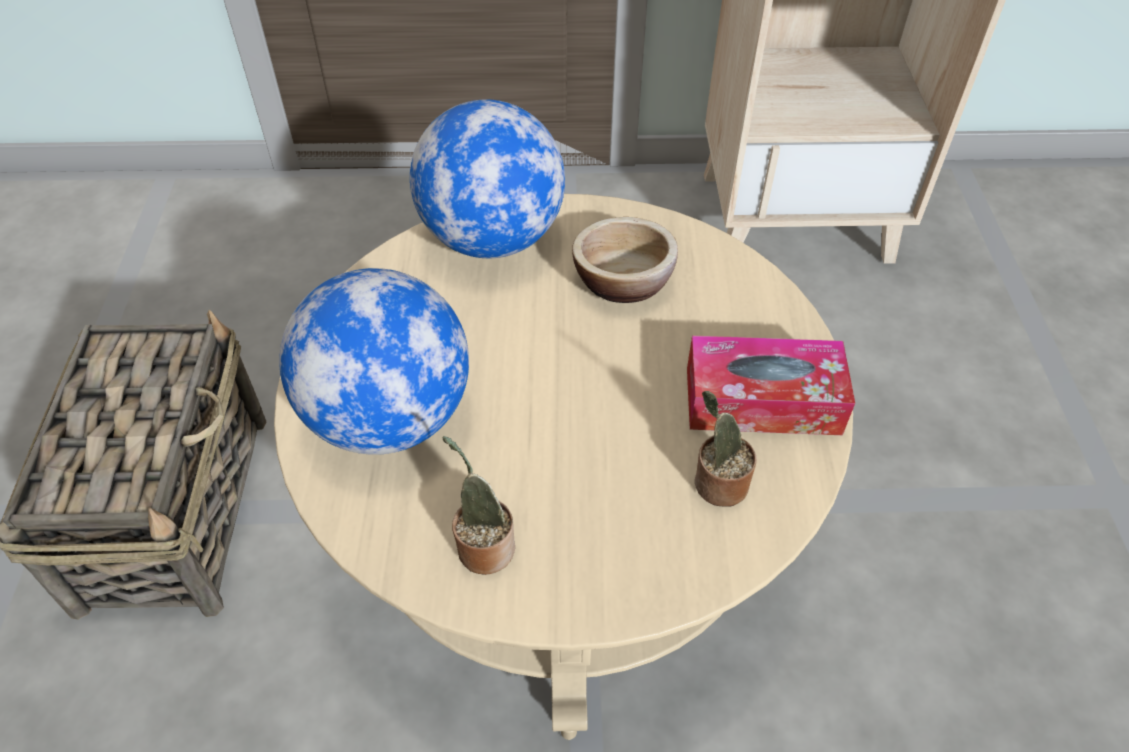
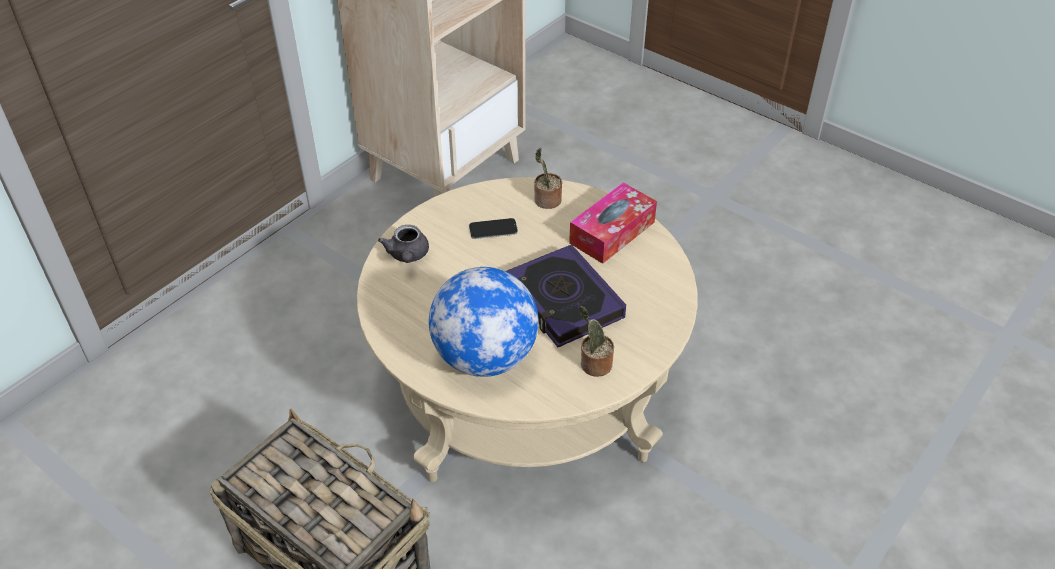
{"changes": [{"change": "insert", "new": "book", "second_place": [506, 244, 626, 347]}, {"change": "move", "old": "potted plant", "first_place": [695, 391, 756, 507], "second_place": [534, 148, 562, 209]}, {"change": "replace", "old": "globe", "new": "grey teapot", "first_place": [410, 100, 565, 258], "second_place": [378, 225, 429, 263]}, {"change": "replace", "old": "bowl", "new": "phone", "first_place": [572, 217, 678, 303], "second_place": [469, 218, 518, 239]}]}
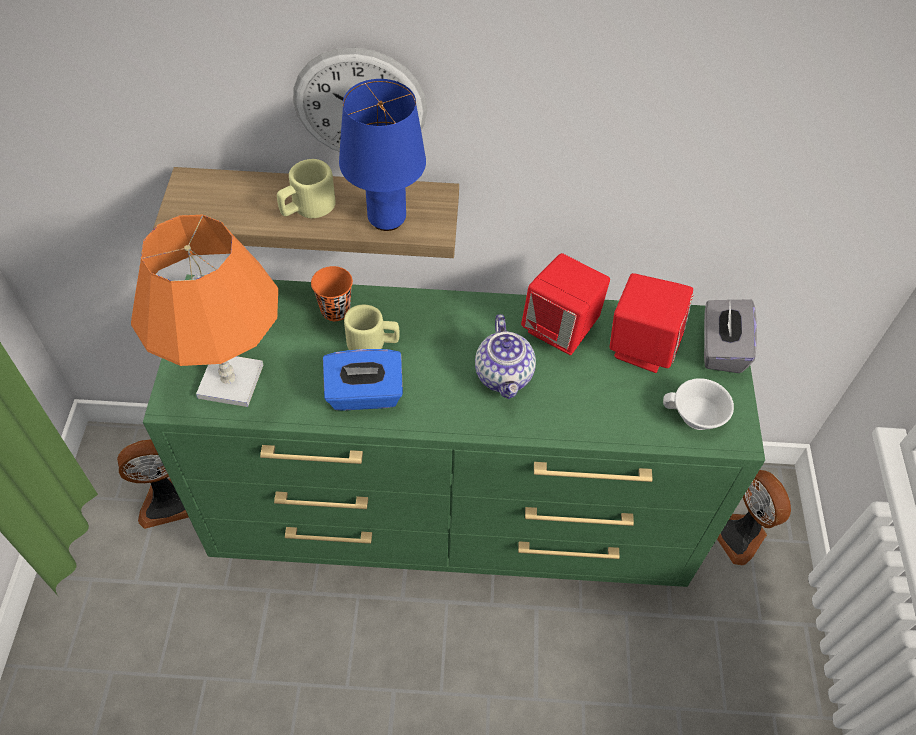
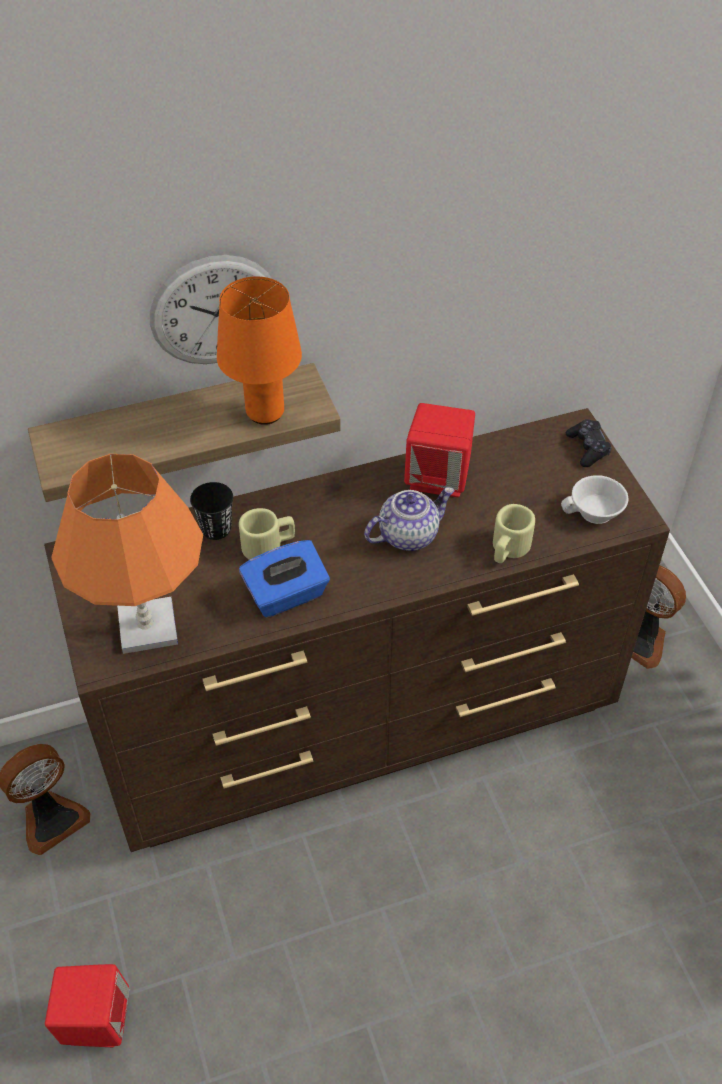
{"changes": [{"change": "move", "old": "beige mug", "first_place": [277, 159, 336, 218], "second_place": [493, 504, 535, 563]}, {"change": "move", "old": "red speaker", "first_place": [610, 273, 694, 373], "second_place": [45, 964, 129, 1047]}, {"change": "replace", "old": "grey tissue box", "new": "black game controller", "first_place": [704, 299, 757, 373], "second_place": [566, 419, 612, 467]}, {"change": "recolor", "old": "green dresser", "new": "brown dresser", "first_place": [143, 275, 765, 587], "second_place": [44, 408, 670, 852]}, {"change": "recolor", "old": "orange cup", "new": "black cup", "first_place": [311, 266, 353, 321], "second_place": [190, 482, 233, 540]}, {"change": "recolor", "old": "blue table lamp", "new": "orange table lamp", "first_place": [339, 79, 426, 231], "second_place": [217, 276, 302, 425]}, {"change": "rotate", "old": "teapot", "first_place": [475, 314, 536, 399], "second_place": [364, 487, 455, 551], "degrees": -90}]}
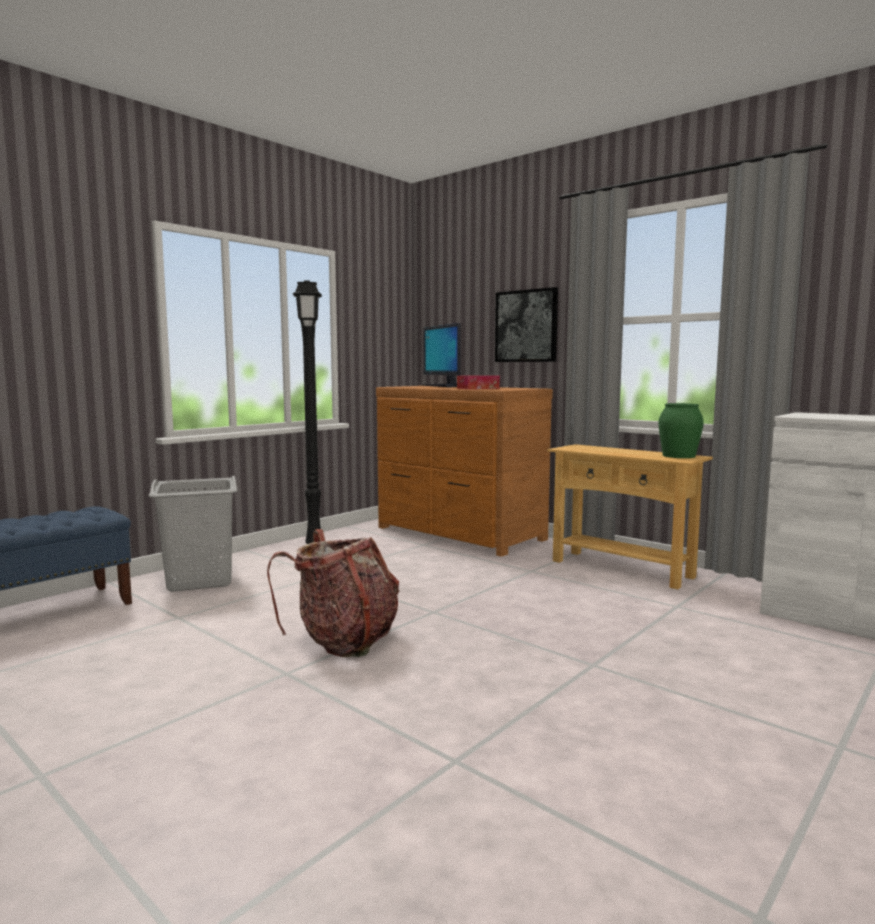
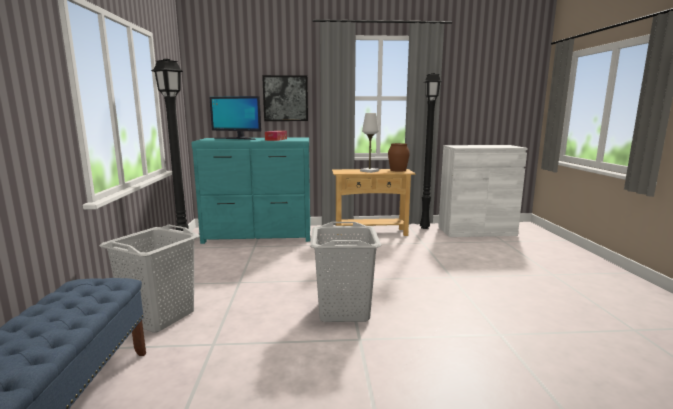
{"changes": [{"change": "insert", "new": "white table lamp", "second_place": [360, 113, 379, 173]}, {"change": "insert", "new": "black floor lamp", "second_place": [420, 73, 442, 229]}, {"change": "replace", "old": "backpack", "new": "grey laundry basket", "first_place": [267, 529, 400, 657], "second_place": [310, 222, 381, 322]}, {"change": "recolor", "old": "brown dresser", "new": "turquoise dresser", "first_place": [376, 386, 553, 557], "second_place": [191, 138, 310, 244]}, {"change": "recolor", "old": "green vase", "new": "brown vase", "first_place": [659, 403, 704, 458], "second_place": [388, 143, 410, 172]}]}
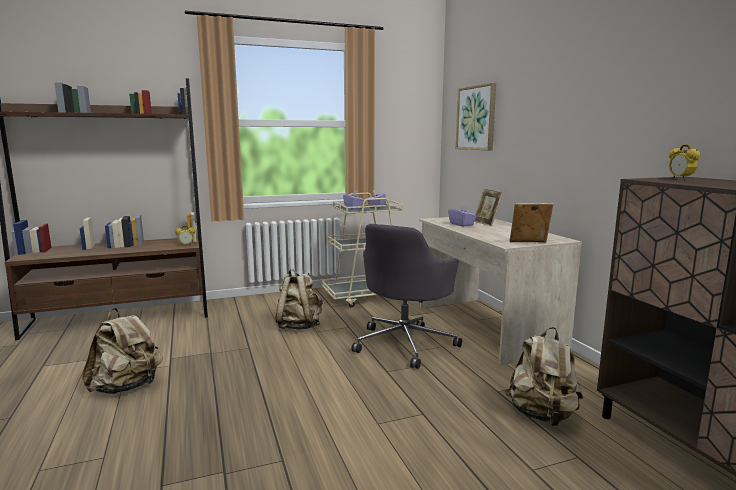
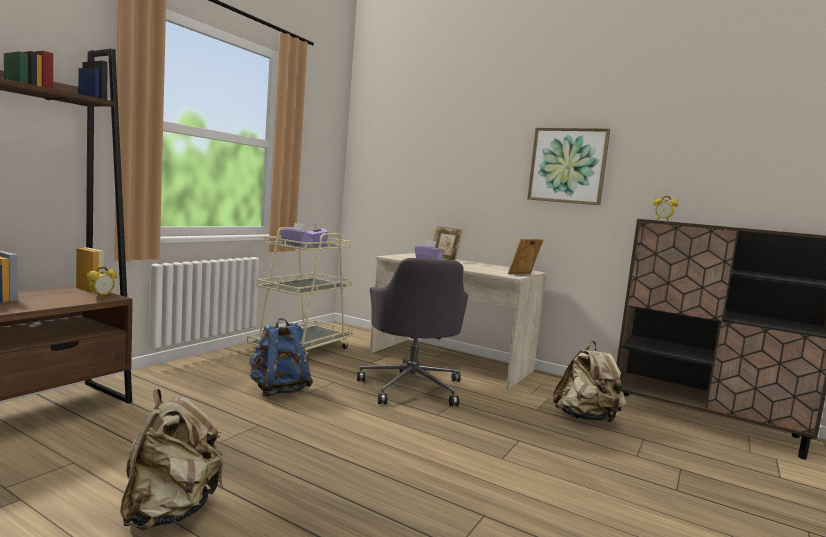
{"changes": [{"change": "move", "old": "picture", "first_place": [456, 83, 496, 150], "second_place": [527, 128, 610, 205]}, {"change": "recolor", "old": "beige backpack", "new": "blue backpack", "first_place": [275, 269, 323, 330], "second_place": [249, 318, 313, 396]}]}
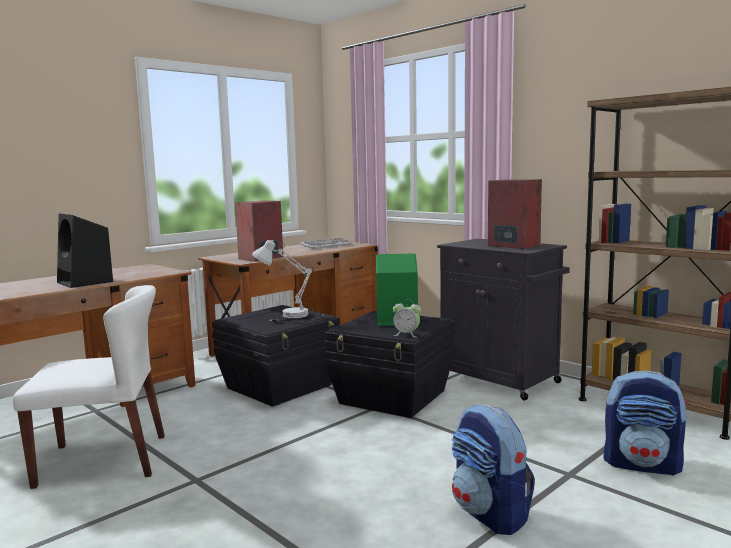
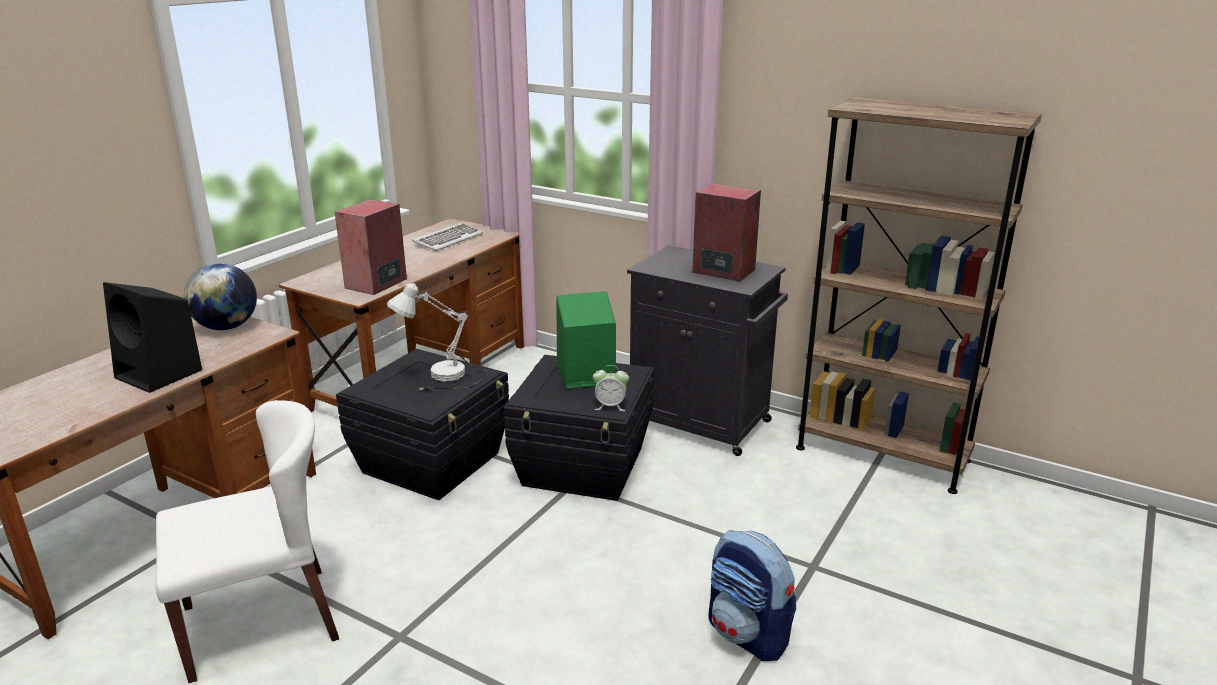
{"changes": [{"change": "delete", "old": "backpack", "first_place": [603, 371, 688, 476]}, {"change": "insert", "new": "globe", "second_place": [184, 263, 257, 330]}]}
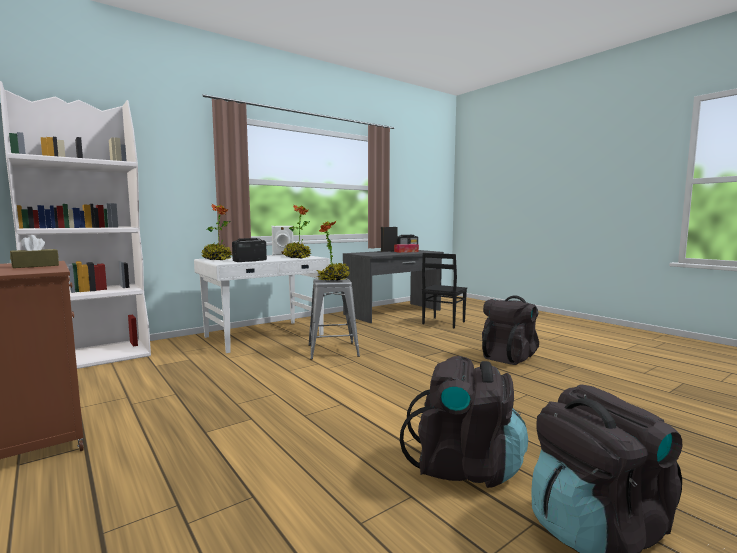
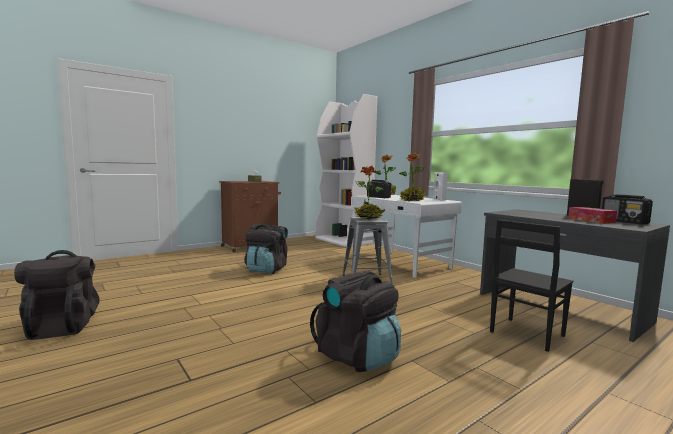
{"changes": [{"change": "move", "old": "black backpack", "first_place": [400, 356, 528, 488], "second_place": [244, 224, 288, 274]}, {"change": "rotate", "old": "black chair", "first_place": [422, 253, 467, 328], "second_place": [490, 220, 573, 352], "degrees": -75}]}
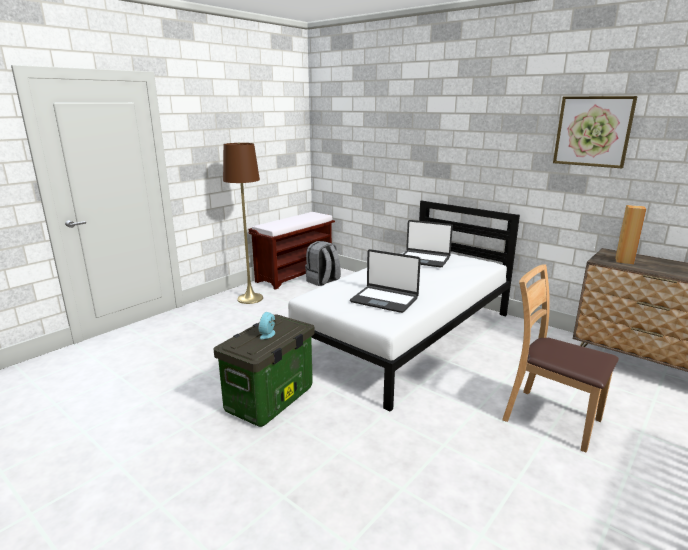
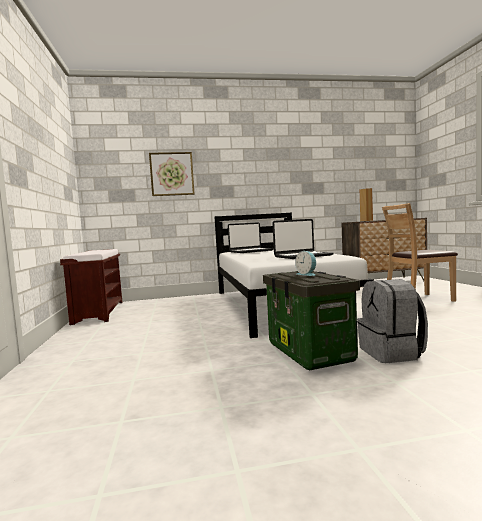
{"changes": [{"change": "delete", "old": "brown floor lamp", "first_place": [223, 143, 263, 304]}, {"change": "move", "old": "grey backpack", "first_place": [305, 241, 341, 286], "second_place": [357, 279, 428, 363]}, {"change": "move", "old": "picture", "first_place": [553, 96, 638, 168], "second_place": [149, 152, 195, 196]}]}
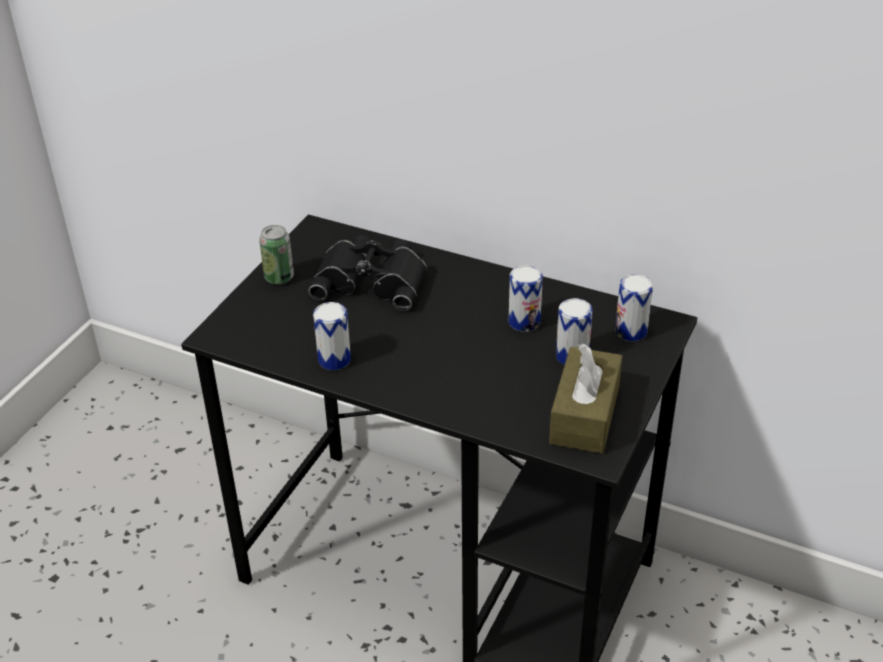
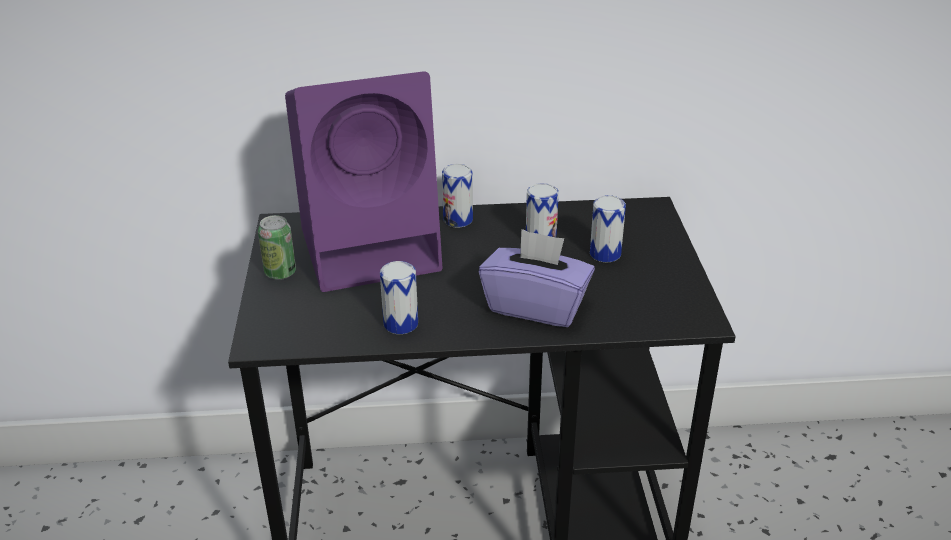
{"changes": [{"change": "delete", "old": "brown tissue box", "first_place": [549, 343, 622, 453]}, {"change": "insert", "new": "purple tissue box", "second_place": [479, 229, 595, 327]}, {"change": "move", "old": "can", "first_place": [615, 274, 653, 341], "second_place": [442, 164, 473, 228]}, {"change": "replace", "old": "black binoculars", "new": "purple speaker", "first_place": [309, 235, 427, 311], "second_place": [285, 71, 443, 292]}]}
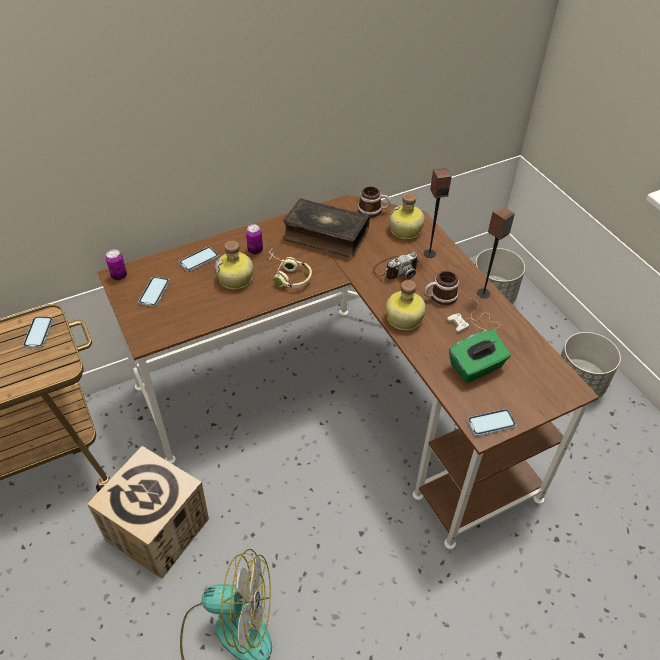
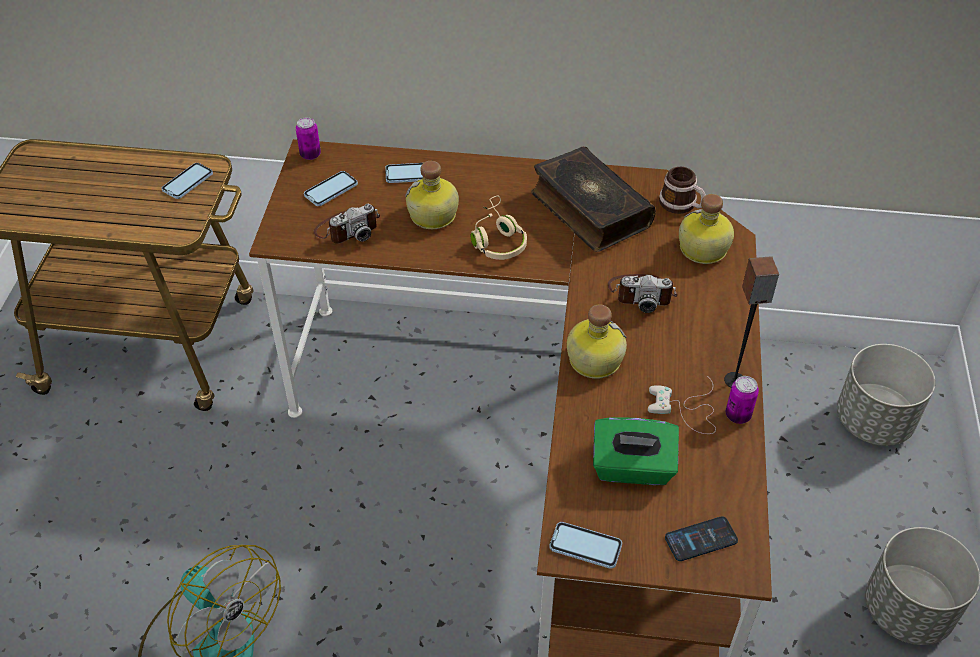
{"changes": [{"change": "delete", "old": "cardboard box", "first_place": [87, 446, 209, 579]}, {"change": "delete", "old": "speaker", "first_place": [423, 168, 451, 258]}, {"change": "delete", "old": "mug", "first_place": [424, 271, 459, 305]}, {"change": "insert", "new": "photo camera", "second_place": [314, 204, 380, 244]}, {"change": "insert", "new": "phone", "second_place": [665, 516, 738, 561]}, {"change": "move", "old": "can", "first_place": [246, 224, 263, 254], "second_place": [726, 376, 759, 424]}]}
